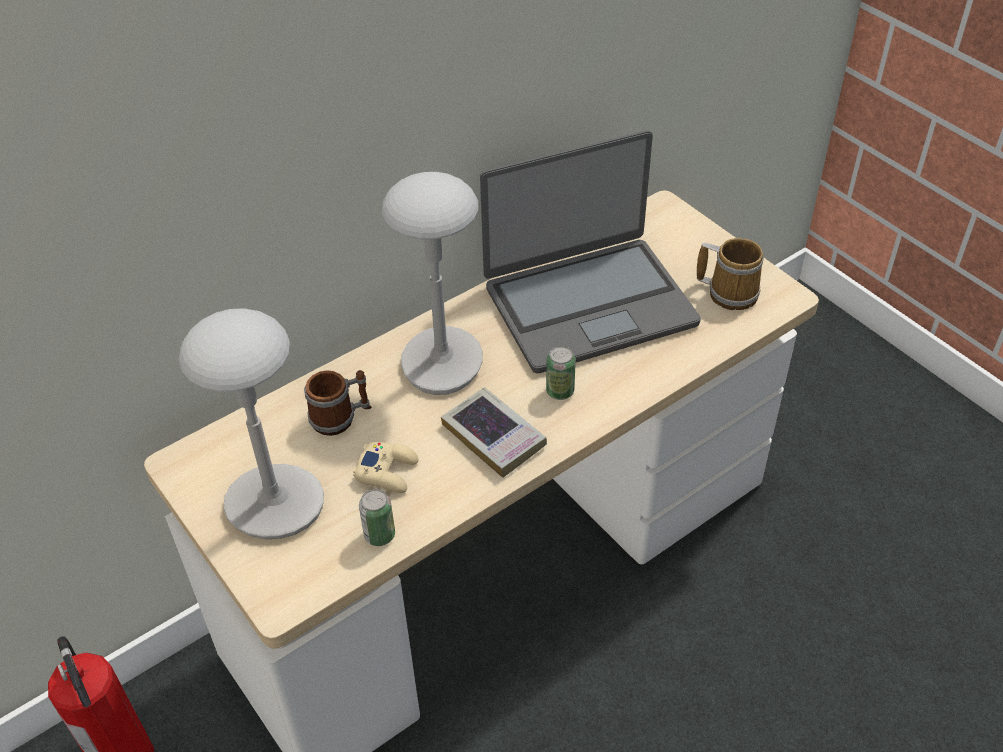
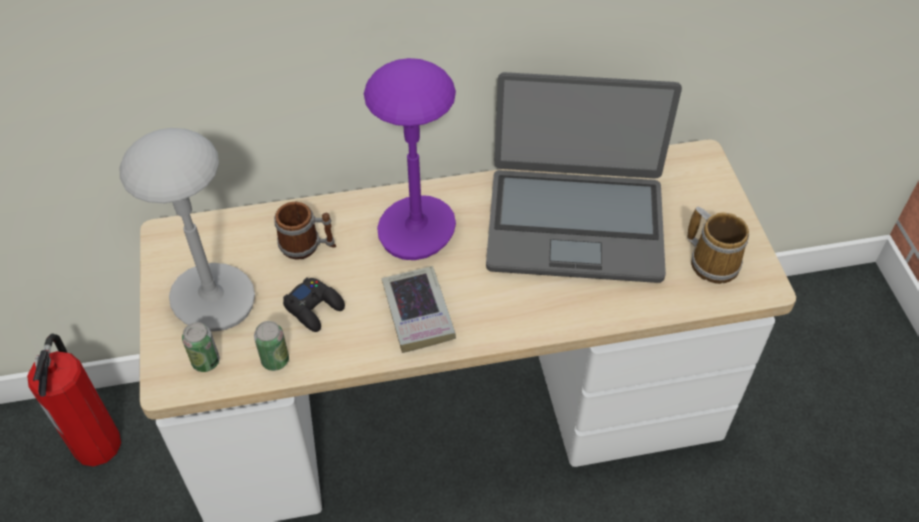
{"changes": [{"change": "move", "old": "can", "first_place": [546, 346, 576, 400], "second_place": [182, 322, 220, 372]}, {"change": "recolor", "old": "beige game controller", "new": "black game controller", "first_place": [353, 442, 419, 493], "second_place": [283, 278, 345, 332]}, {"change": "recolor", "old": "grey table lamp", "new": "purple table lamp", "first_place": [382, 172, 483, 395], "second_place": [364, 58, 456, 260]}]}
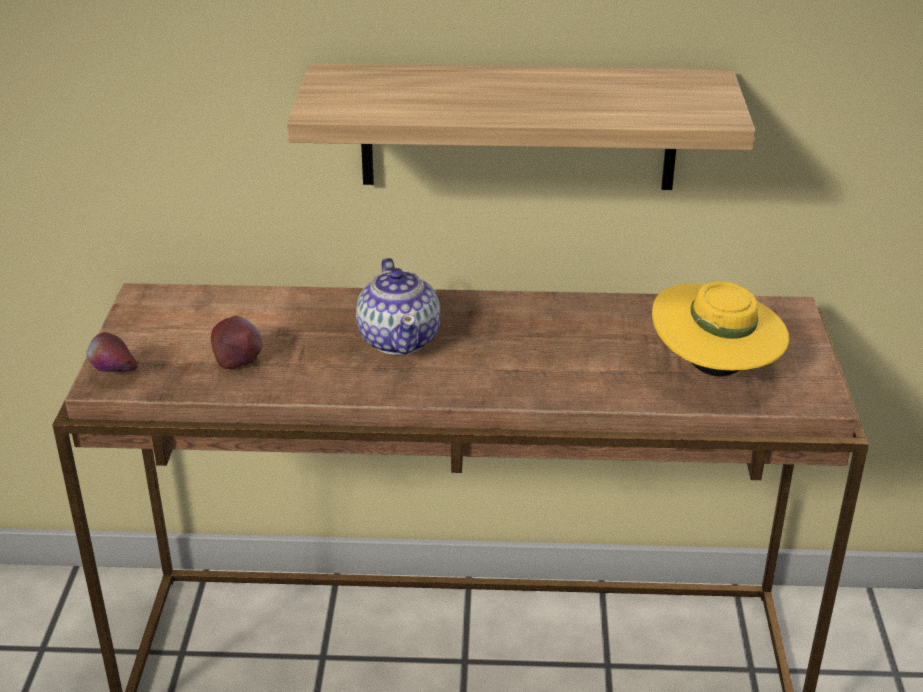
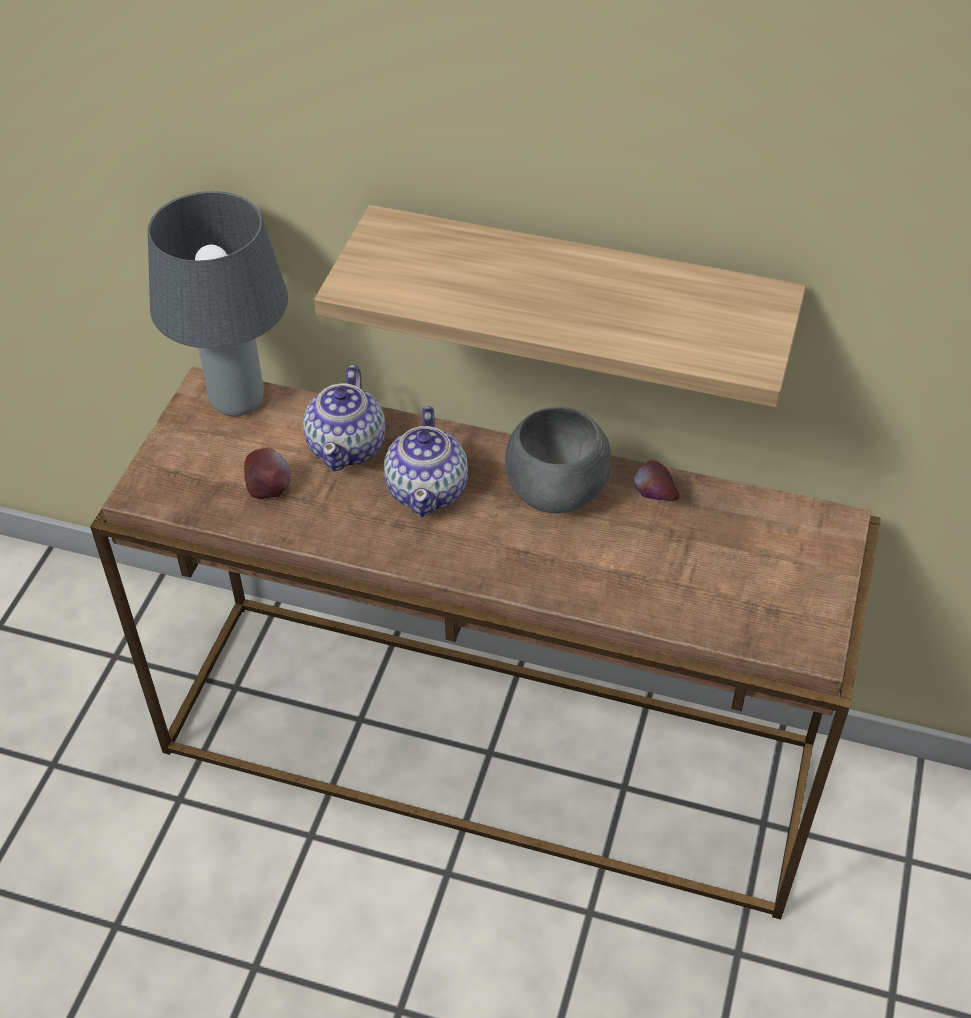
{"changes": [{"change": "delete", "old": "yellow hat", "first_place": [652, 281, 789, 376]}, {"change": "insert", "new": "grey table lamp", "second_place": [148, 191, 288, 417]}, {"change": "insert", "new": "teapot", "second_place": [303, 365, 386, 471]}, {"change": "insert", "new": "grey bowl", "second_place": [505, 407, 611, 513]}, {"change": "move", "old": "apple", "first_place": [86, 332, 138, 372], "second_place": [634, 460, 680, 501]}]}
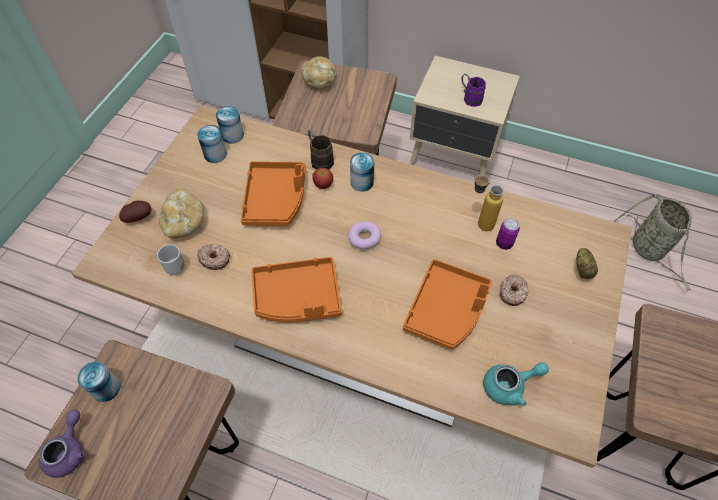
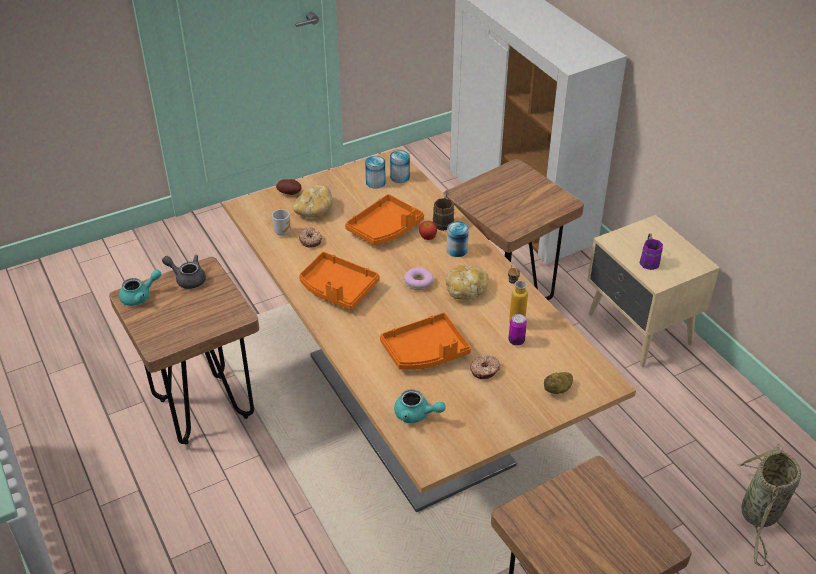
{"changes": [{"change": "move", "old": "bread", "first_place": [301, 56, 336, 90], "second_place": [446, 265, 489, 300]}, {"change": "replace", "old": "can", "new": "grey teapot", "first_place": [77, 362, 120, 402], "second_place": [162, 255, 206, 289]}, {"change": "recolor", "old": "purple teapot", "new": "turquoise teapot", "first_place": [39, 410, 84, 478], "second_place": [119, 270, 161, 306]}]}
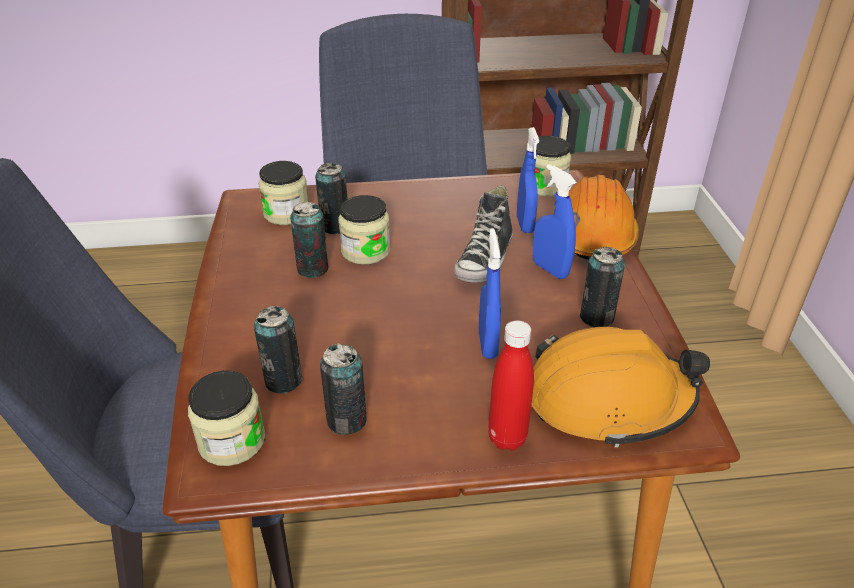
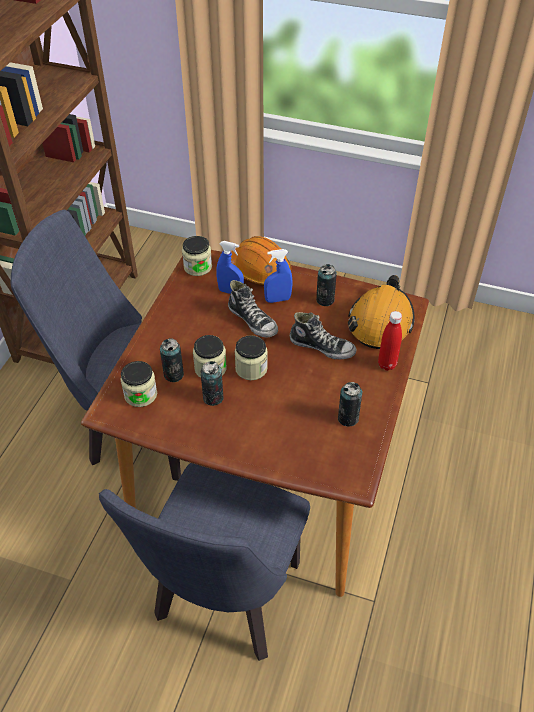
{"changes": [{"change": "delete", "old": "can", "first_place": [254, 306, 303, 394]}, {"change": "move", "old": "jar", "first_place": [188, 370, 265, 466], "second_place": [235, 335, 268, 380]}, {"change": "replace", "old": "blue spray bottle", "new": "shoe", "first_place": [479, 228, 501, 359], "second_place": [290, 312, 356, 359]}]}
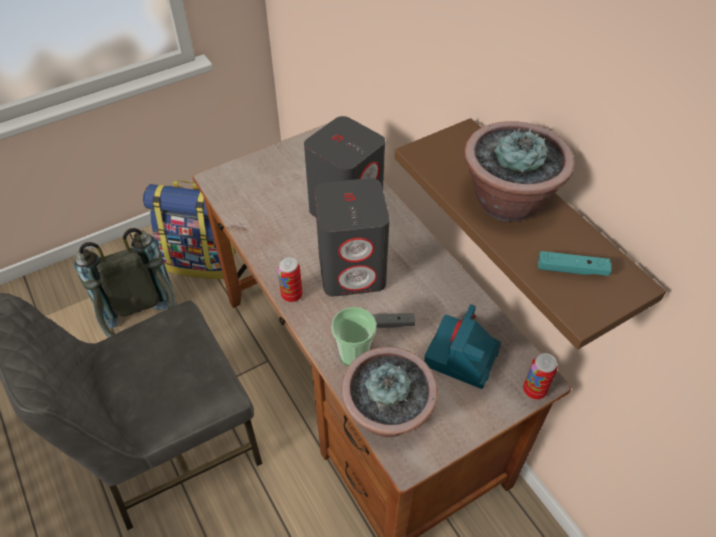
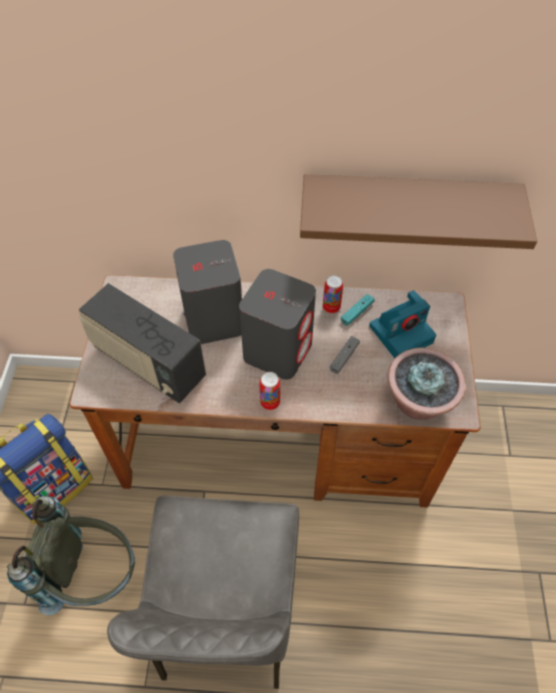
{"changes": [{"change": "delete", "old": "cup", "first_place": [331, 307, 377, 366]}, {"change": "delete", "old": "potted plant", "first_place": [464, 121, 575, 222]}, {"change": "insert", "new": "radio", "second_place": [79, 283, 206, 403]}, {"change": "move", "old": "can", "first_place": [523, 353, 557, 400], "second_place": [323, 275, 343, 313]}, {"change": "move", "old": "turquoise game controller", "first_place": [538, 251, 612, 276], "second_place": [341, 294, 374, 326]}, {"change": "rotate", "old": "photo camera", "first_place": [424, 304, 501, 389], "second_place": [369, 290, 436, 358], "degrees": -90}]}
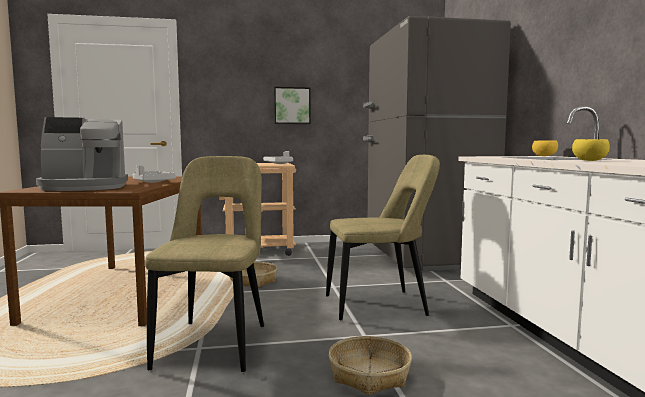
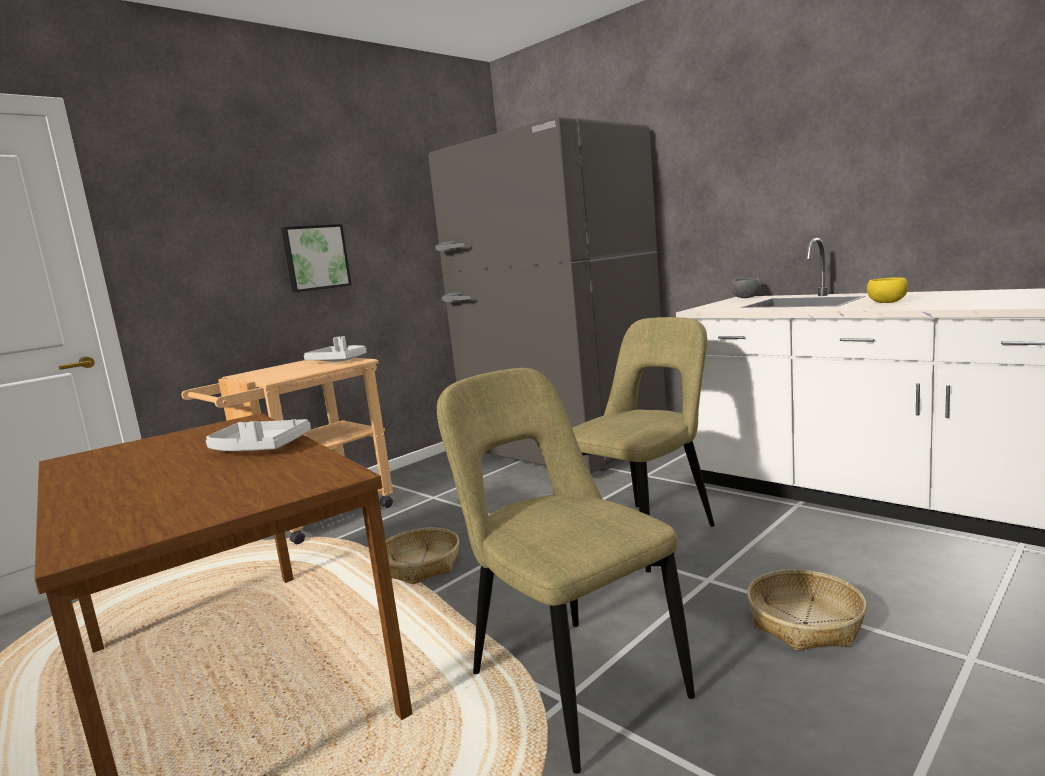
{"changes": [{"change": "delete", "old": "coffee machine", "first_place": [36, 117, 128, 191]}, {"change": "recolor", "old": "yellow bowl", "new": "grey bowl", "first_place": [532, 140, 558, 156], "second_place": [731, 278, 761, 298]}]}
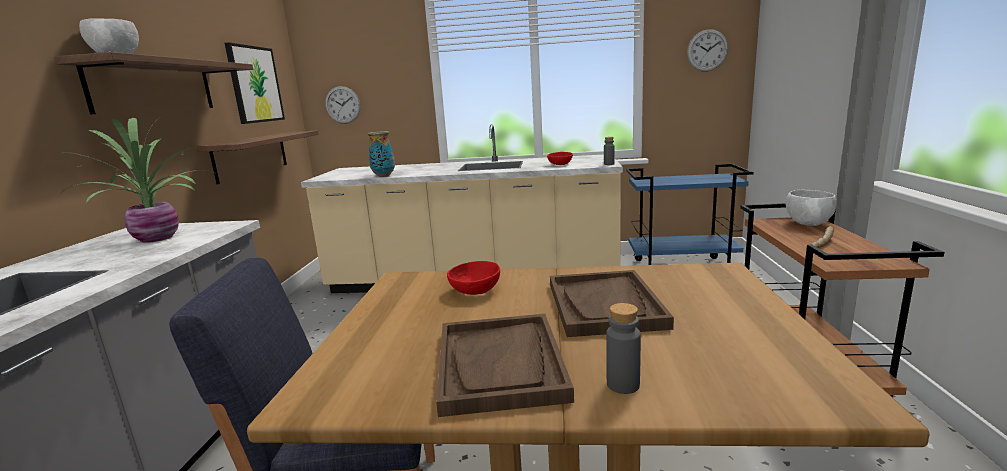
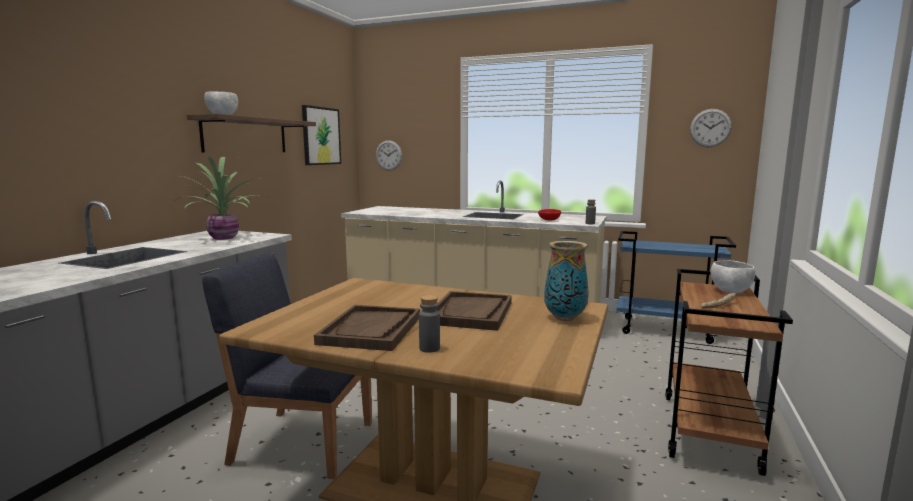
{"changes": [{"change": "delete", "old": "shelf", "first_place": [198, 130, 318, 184]}, {"change": "delete", "old": "red bowl", "first_place": [447, 261, 500, 295]}, {"change": "move", "old": "vase", "first_place": [367, 131, 395, 177], "second_place": [544, 241, 589, 321]}]}
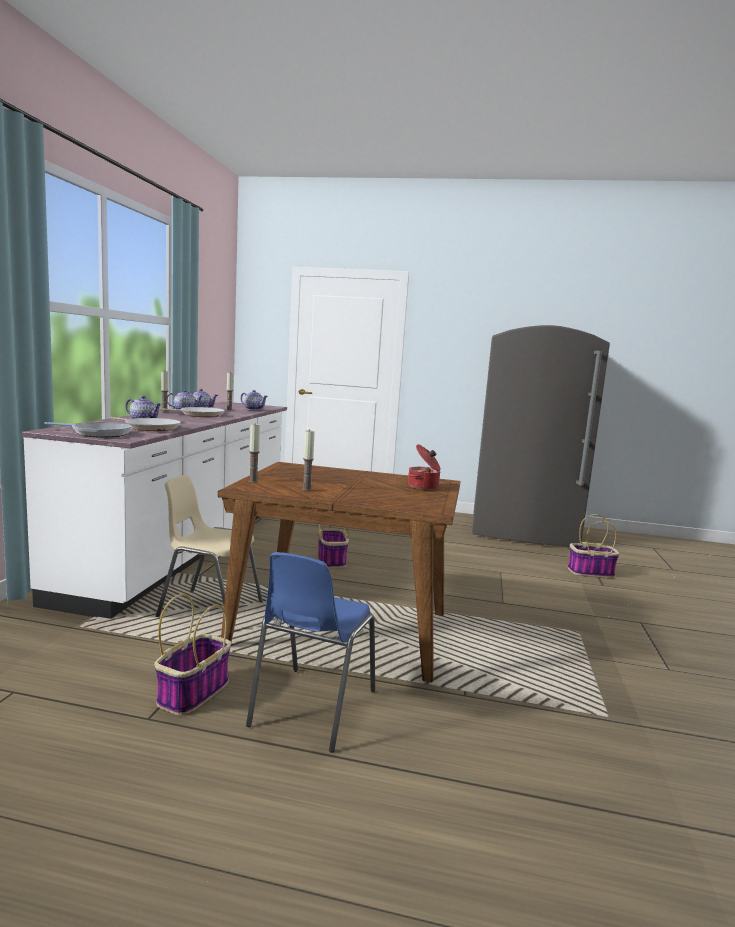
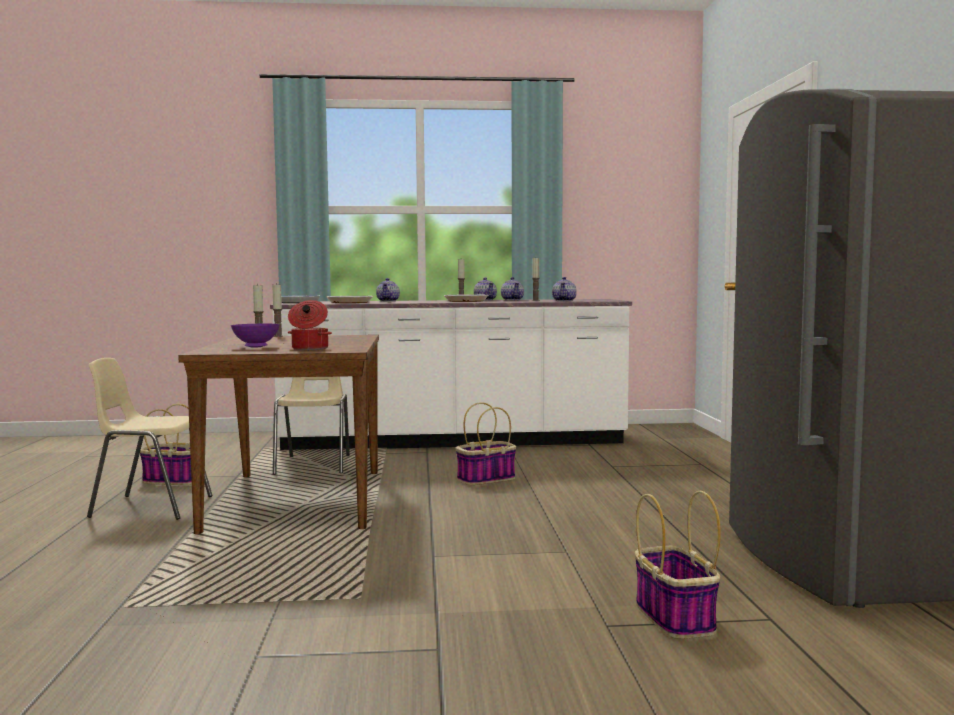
{"changes": [{"change": "insert", "new": "purple bowl", "second_place": [231, 324, 280, 347]}, {"change": "recolor", "old": "blue chair", "new": "beige chair", "first_place": [246, 552, 375, 753], "second_place": [87, 358, 213, 520]}]}
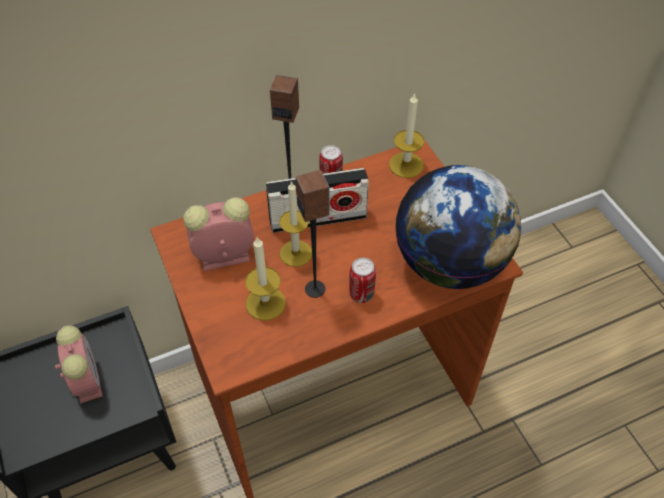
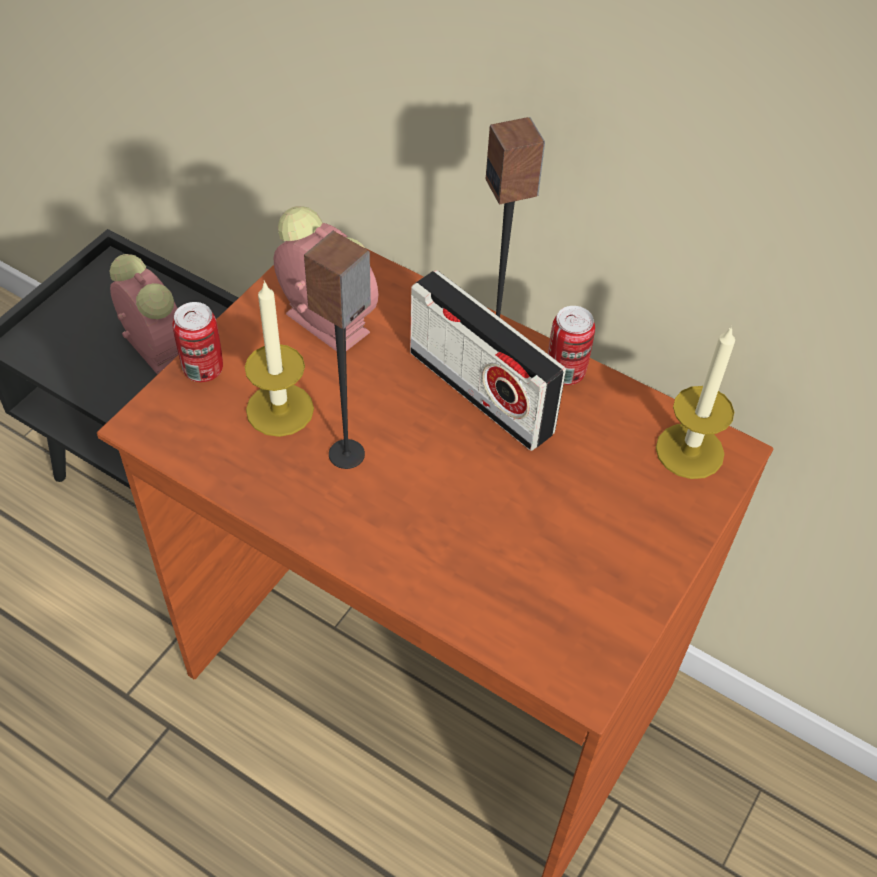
{"changes": [{"change": "delete", "old": "candle", "first_place": [279, 181, 312, 267]}, {"change": "delete", "old": "globe", "first_place": [395, 165, 521, 289]}, {"change": "move", "old": "can", "first_place": [349, 258, 376, 303], "second_place": [173, 302, 223, 382]}, {"change": "rotate", "old": "alarm clock", "first_place": [55, 326, 103, 404], "second_place": [109, 254, 178, 375], "degrees": -75}]}
